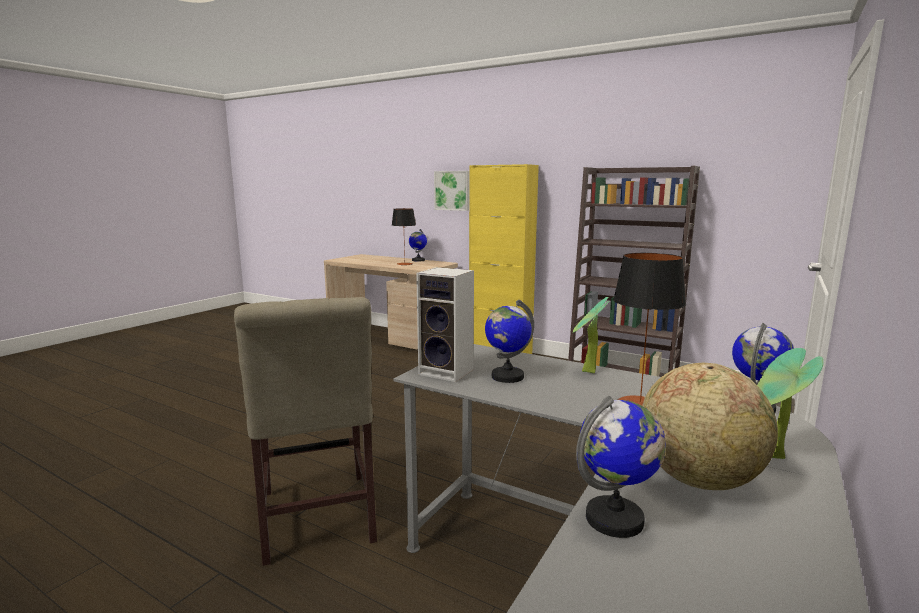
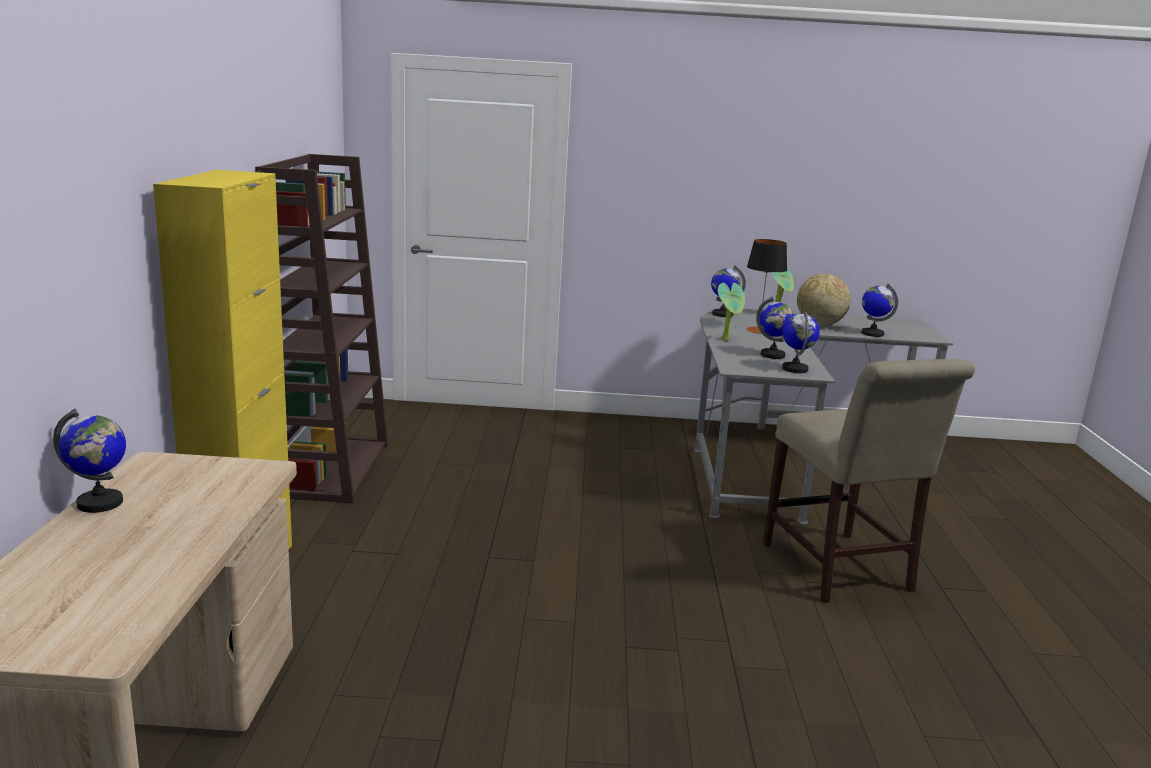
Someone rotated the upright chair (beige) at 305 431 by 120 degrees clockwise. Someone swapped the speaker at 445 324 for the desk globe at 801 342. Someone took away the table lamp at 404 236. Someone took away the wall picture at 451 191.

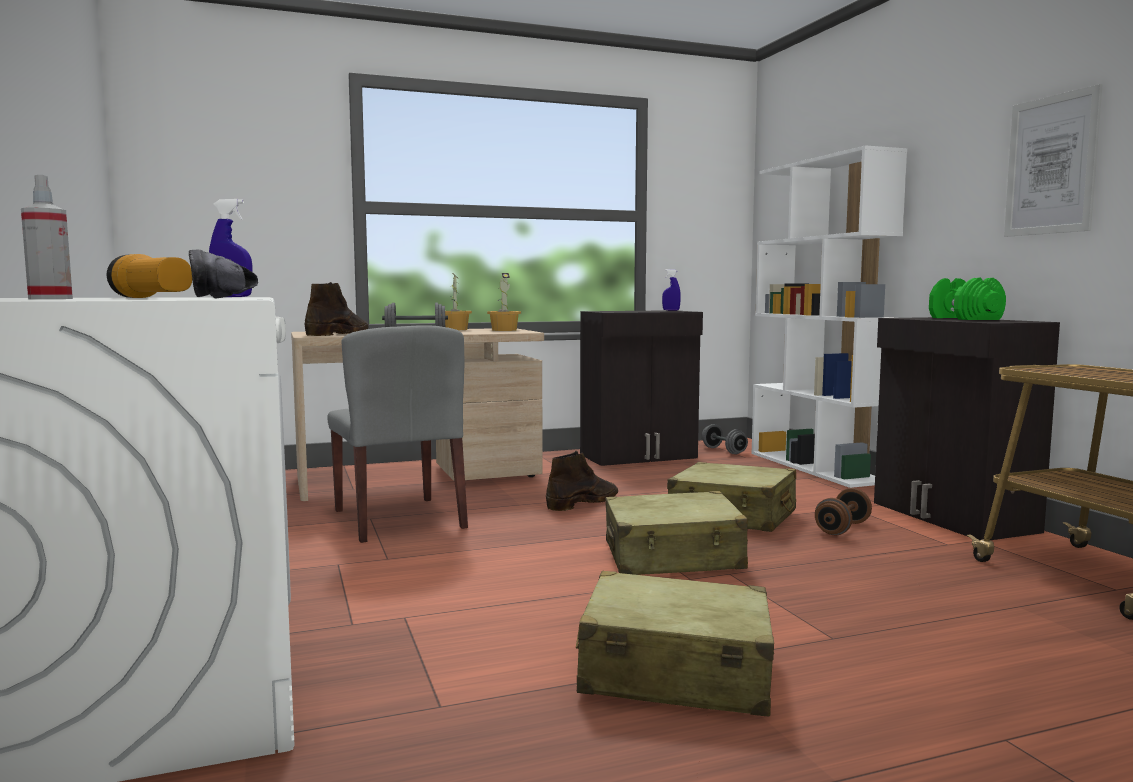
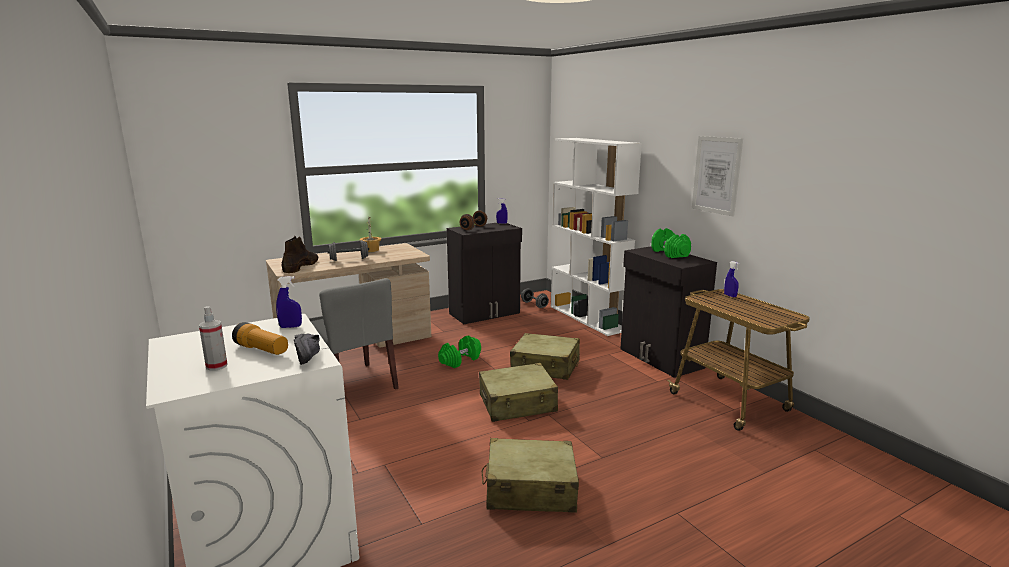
Someone swapped the high-top boot (brown-coloured) at 582 481 for the hand weight (greenish) at 459 351. Someone carried the hand weight (brown-coloured) from 843 512 to 473 221. Someone put down the hand sprayer (bluish) at 732 279. Someone took away the plant in a pot at 504 302.

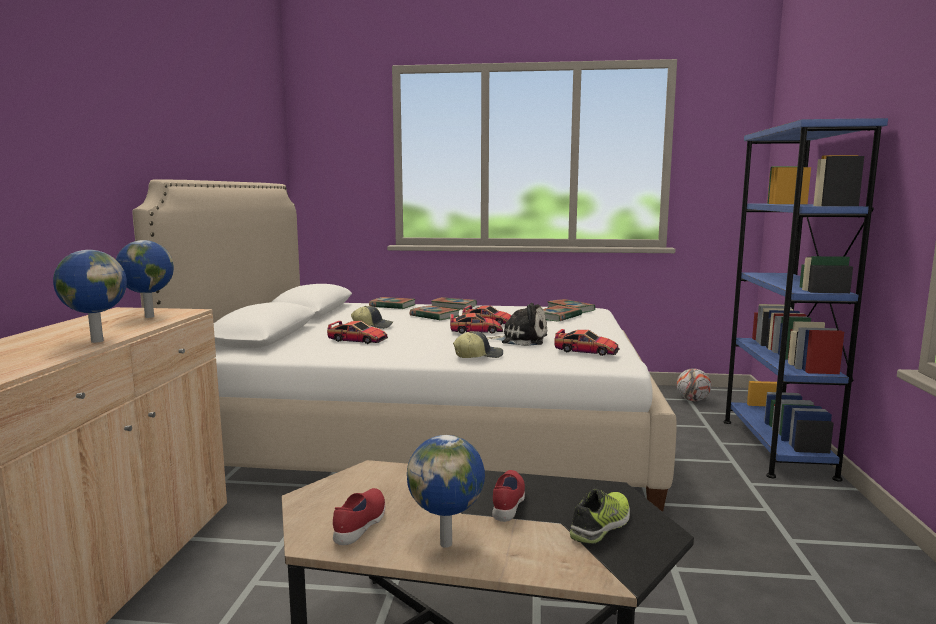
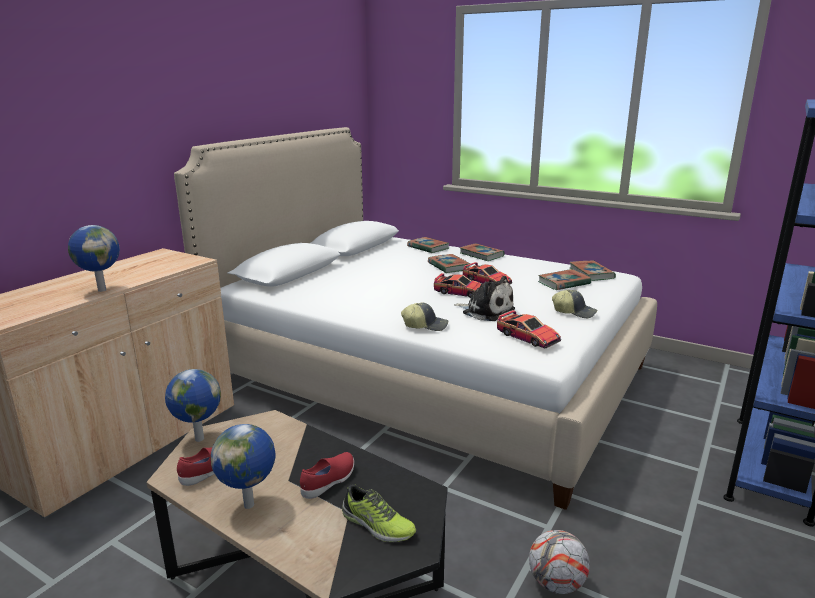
Someone carried the desk globe from 145 279 to 193 405. Someone rotated the item of footwear at 600 516 by 60 degrees clockwise. Someone carried the football ball from 694 385 to 559 562. Someone carried the cap from 372 317 to 575 304. Someone took away the model car at 357 332.

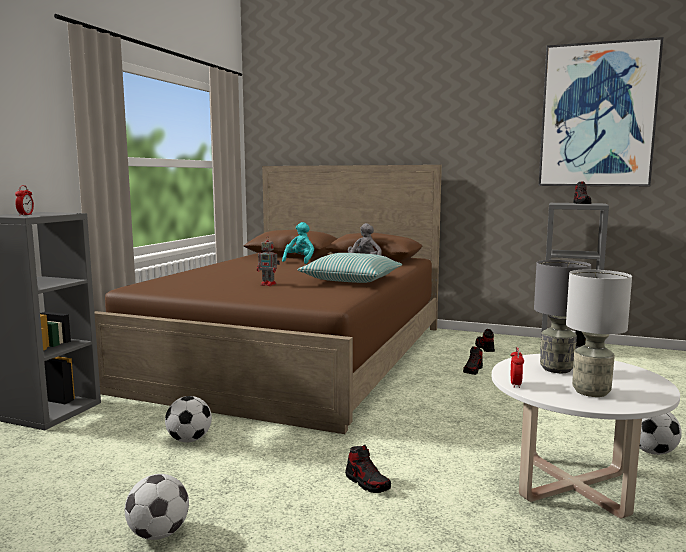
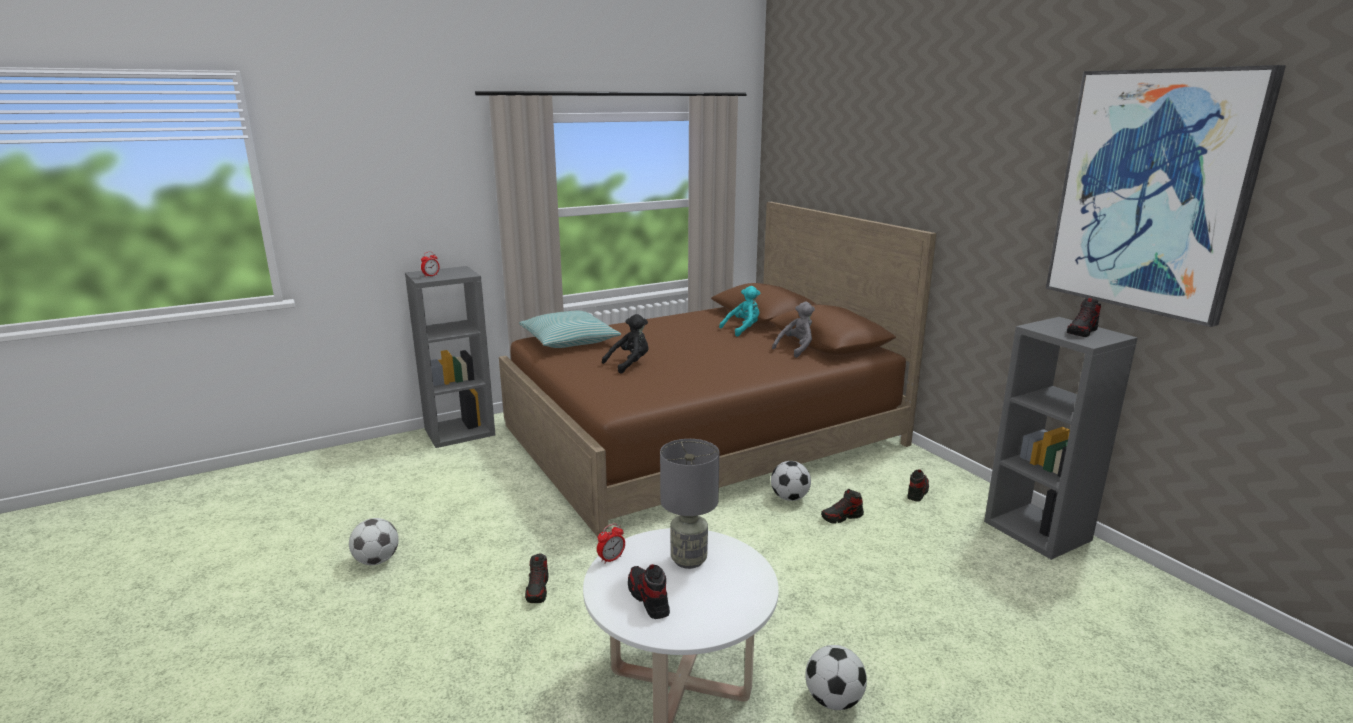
Someone carried the pillow from 349 268 to 570 329. Someone swapped the toy robot at 268 261 for the plush toy (black-coloured) at 625 344. Someone swapped the table lamp (greyish) at 599 333 for the item of footwear at 649 591. Someone carried the football ball from 188 419 to 791 481.

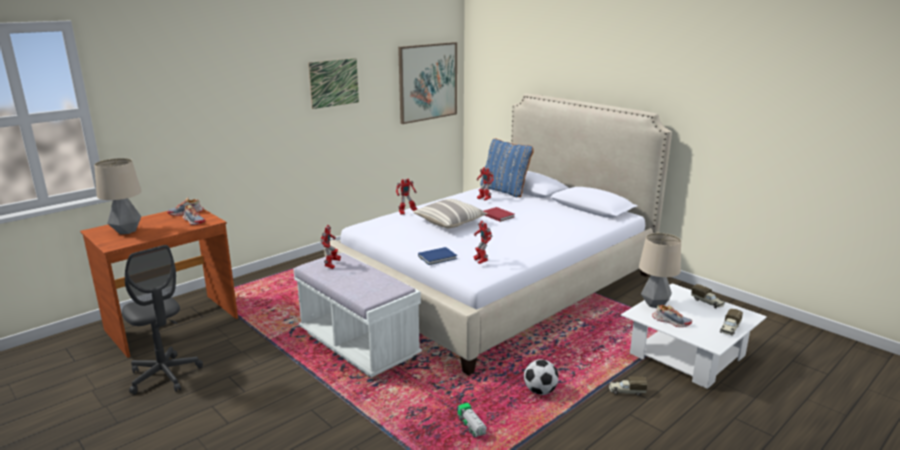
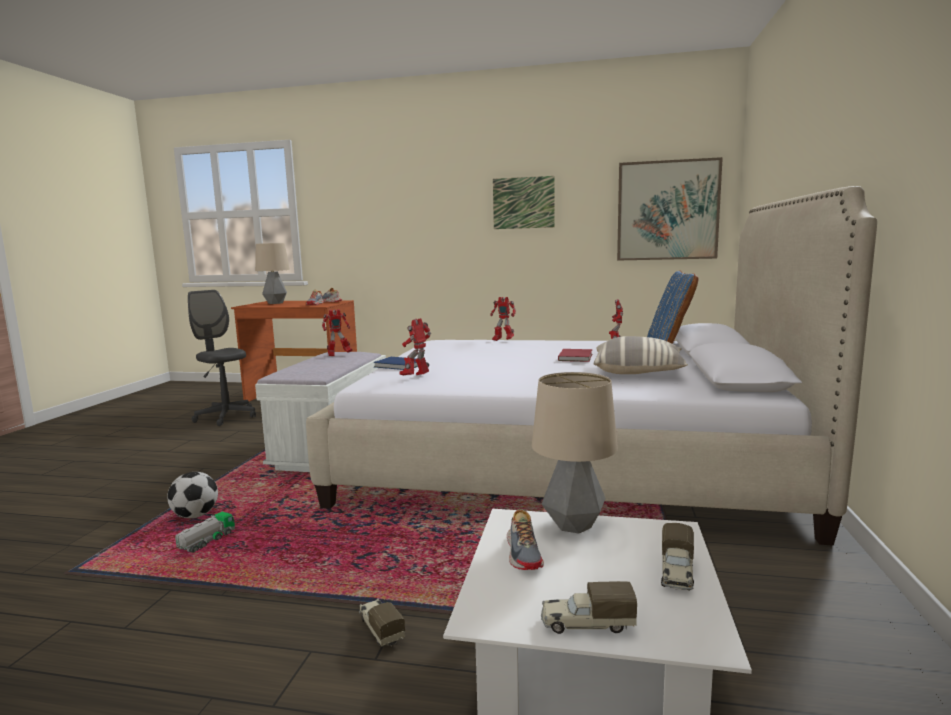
Someone carried the football ball from 541 377 to 192 495. Someone rotated the desk chair (greyish) at 162 320 by 120 degrees clockwise. Someone carried the pillow from 450 213 to 641 355.

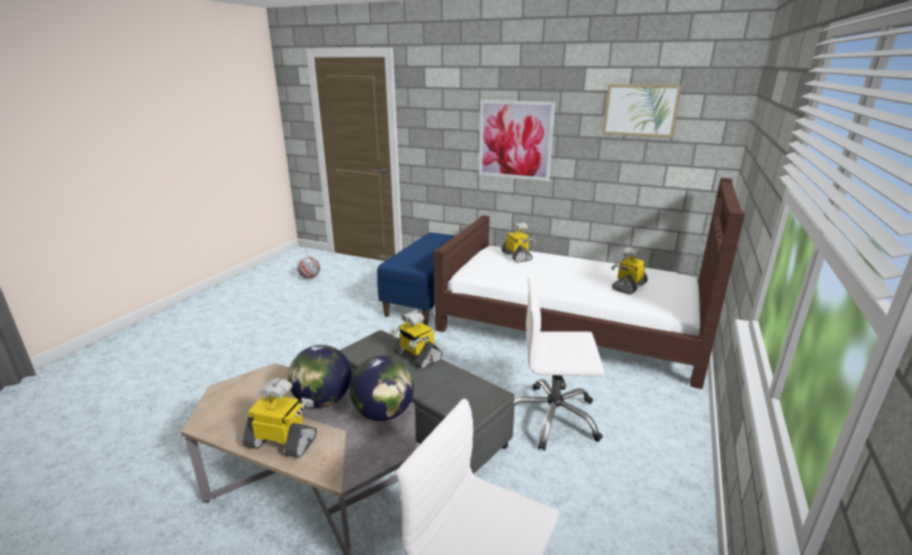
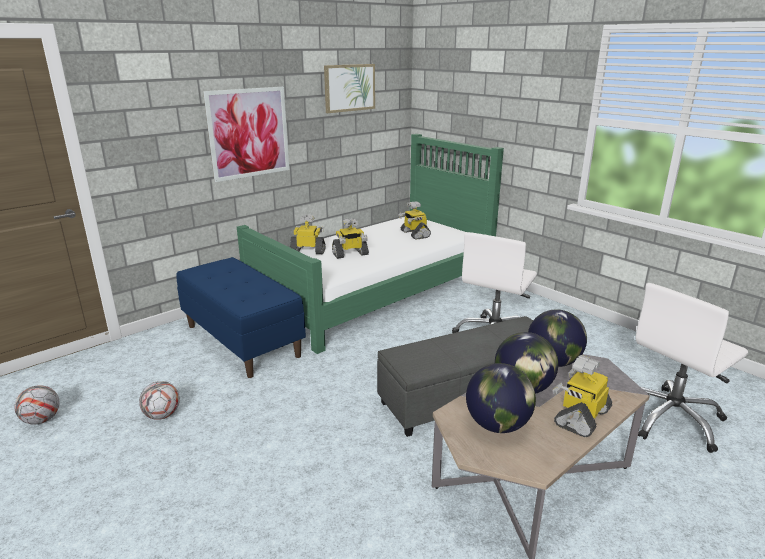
Someone put down the football ball at 159 400. Someone repainted the bed (brown-coloured) at 589 283, which became the bed (greenish) at 370 244. Someone carried the toy robot from 415 340 to 350 238. Someone put down the desk globe at 501 398.

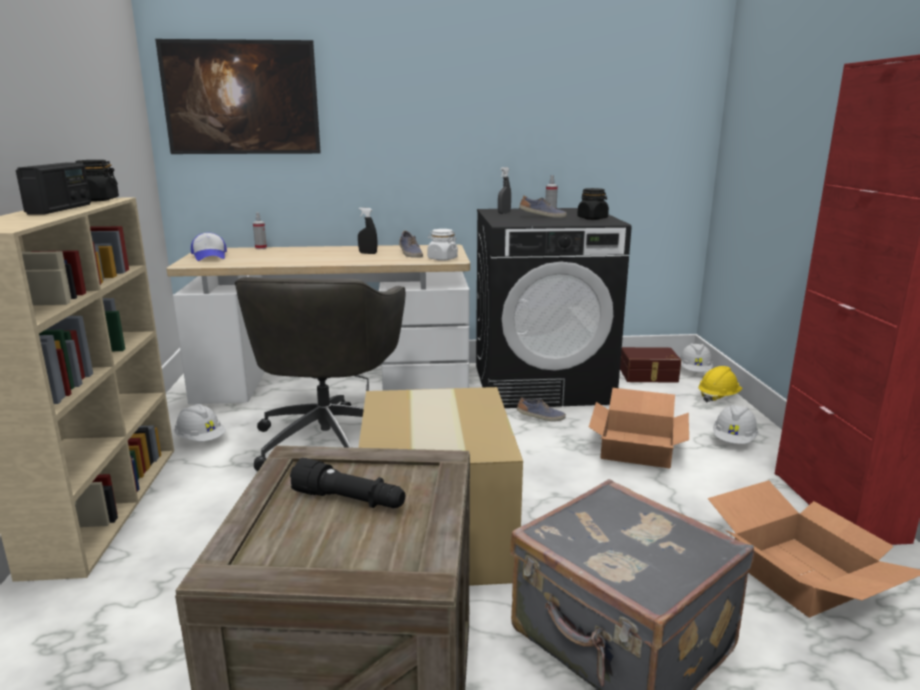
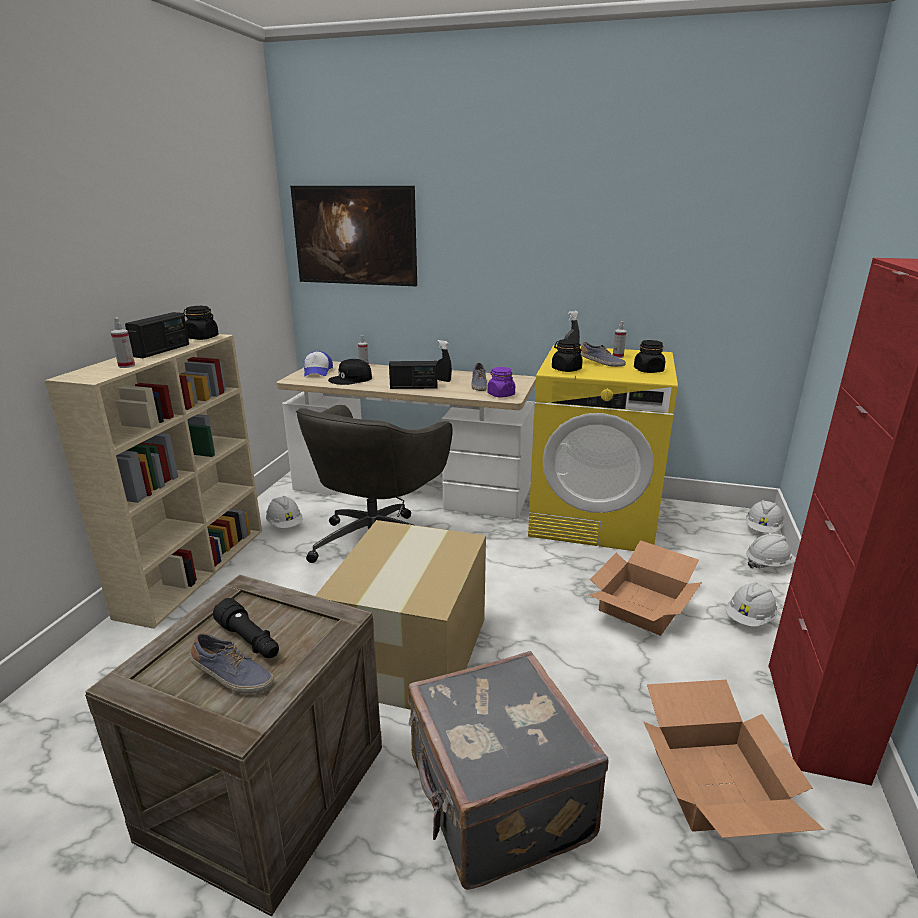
Someone put down the hand sprayer at 123 343. Someone carried the item of footwear from 541 409 to 232 663. Someone put down the cap (black-coloured) at 350 372. Someone put down the radio set at 413 375. Someone repainted the storage jar (white) at 442 245, which became the storage jar (purple-coloured) at 501 382. Someone repainted the laundry machine (black-coloured) at 554 308, which became the laundry machine (yellow) at 603 448. Someone put down the storage jar (black-coloured) at 567 355. Someone repainted the hard hat (yellow) at 720 384, which became the hard hat (white) at 771 551. Someone took away the storage box (brown-coloured) at 650 365.

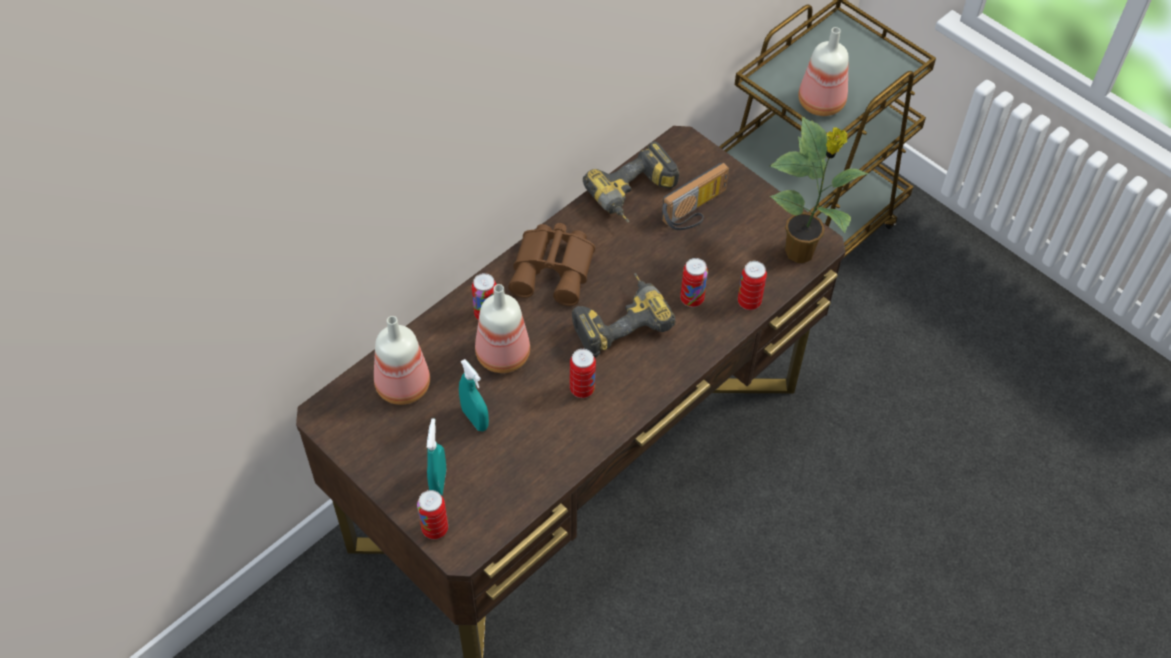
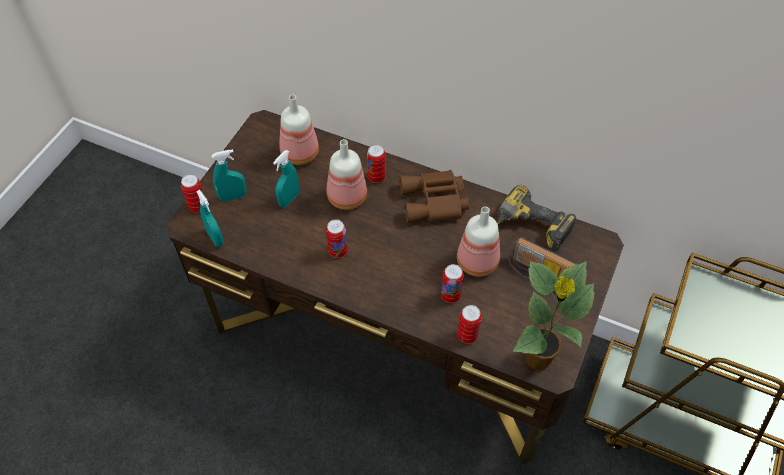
Someone put down the hand sprayer (turquoise) at 210 218. Someone carried the bottle from 823 71 to 478 242. Someone took away the electric drill at 624 315.

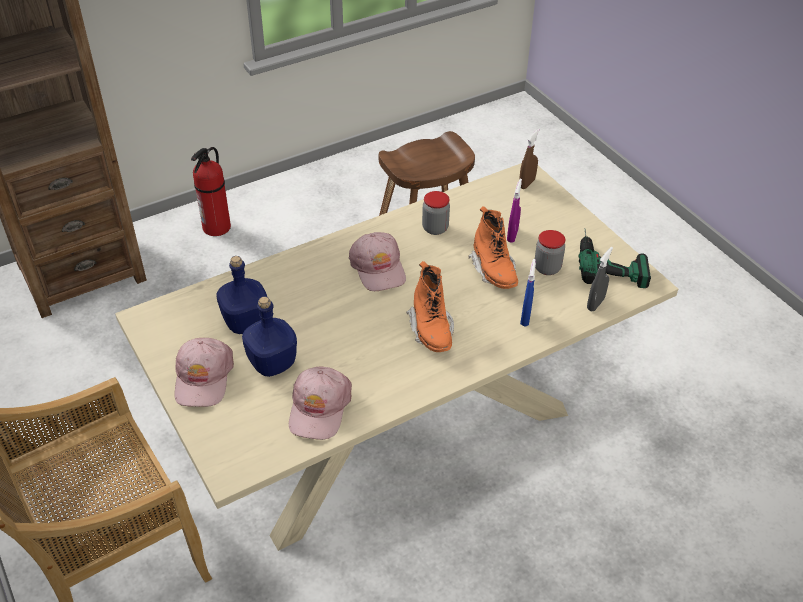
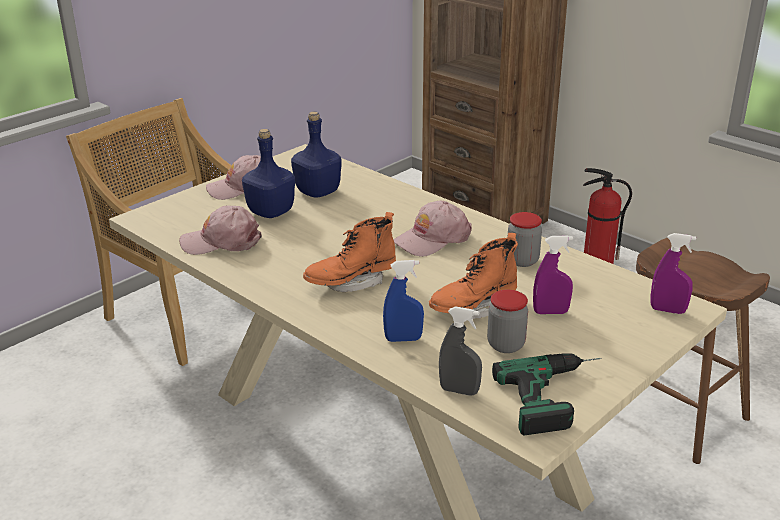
Someone repainted the hand sprayer (brown-coloured) at 529 159, which became the hand sprayer (purple-coloured) at 673 273.

